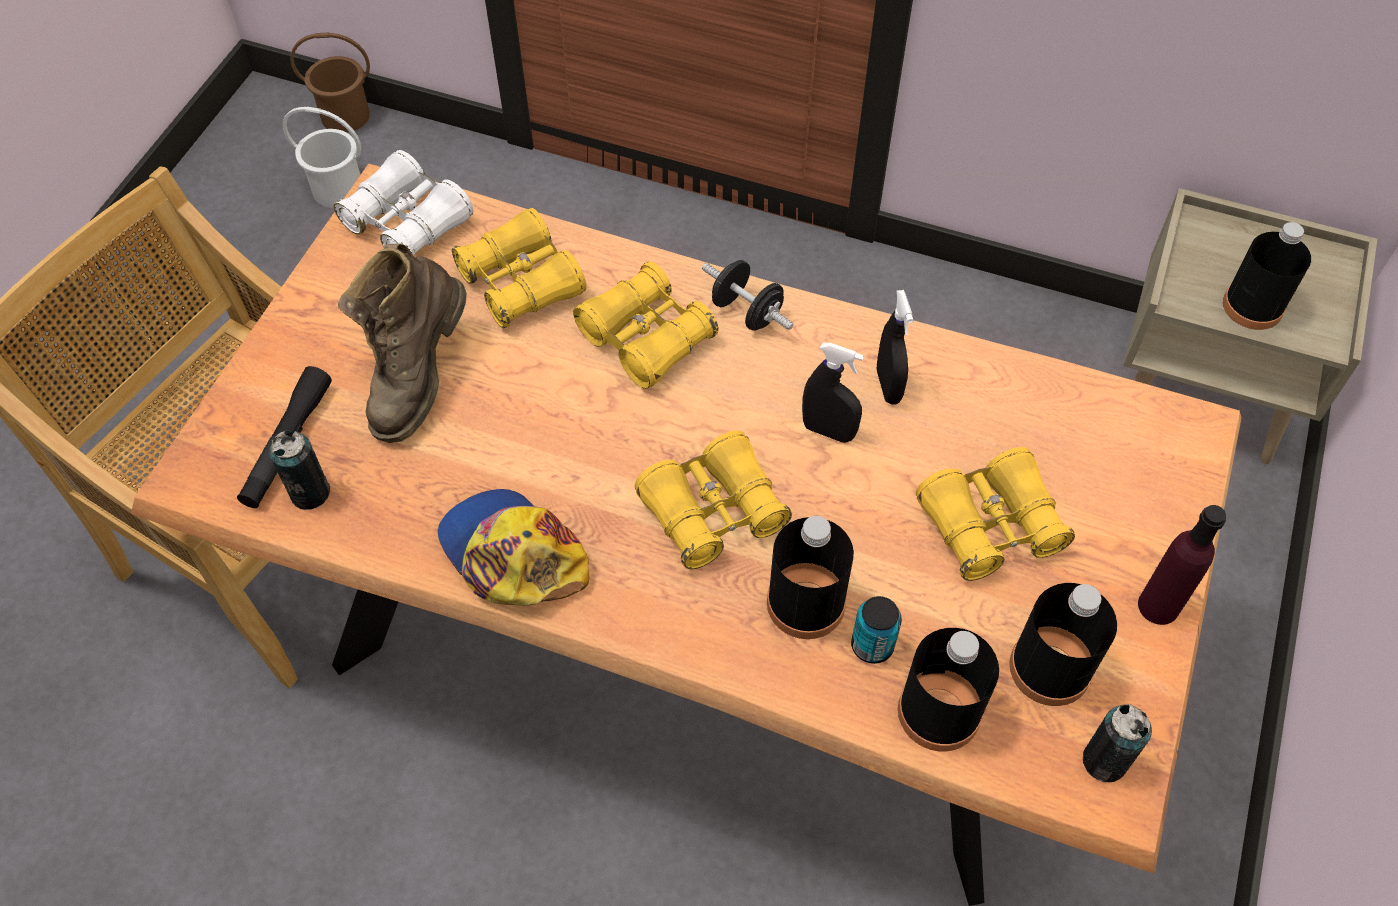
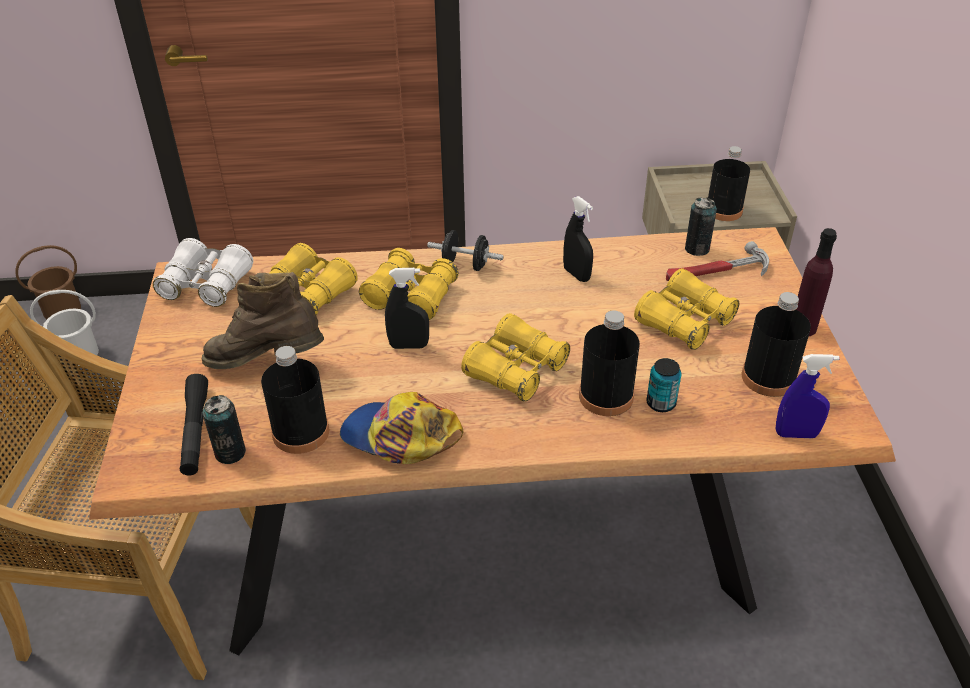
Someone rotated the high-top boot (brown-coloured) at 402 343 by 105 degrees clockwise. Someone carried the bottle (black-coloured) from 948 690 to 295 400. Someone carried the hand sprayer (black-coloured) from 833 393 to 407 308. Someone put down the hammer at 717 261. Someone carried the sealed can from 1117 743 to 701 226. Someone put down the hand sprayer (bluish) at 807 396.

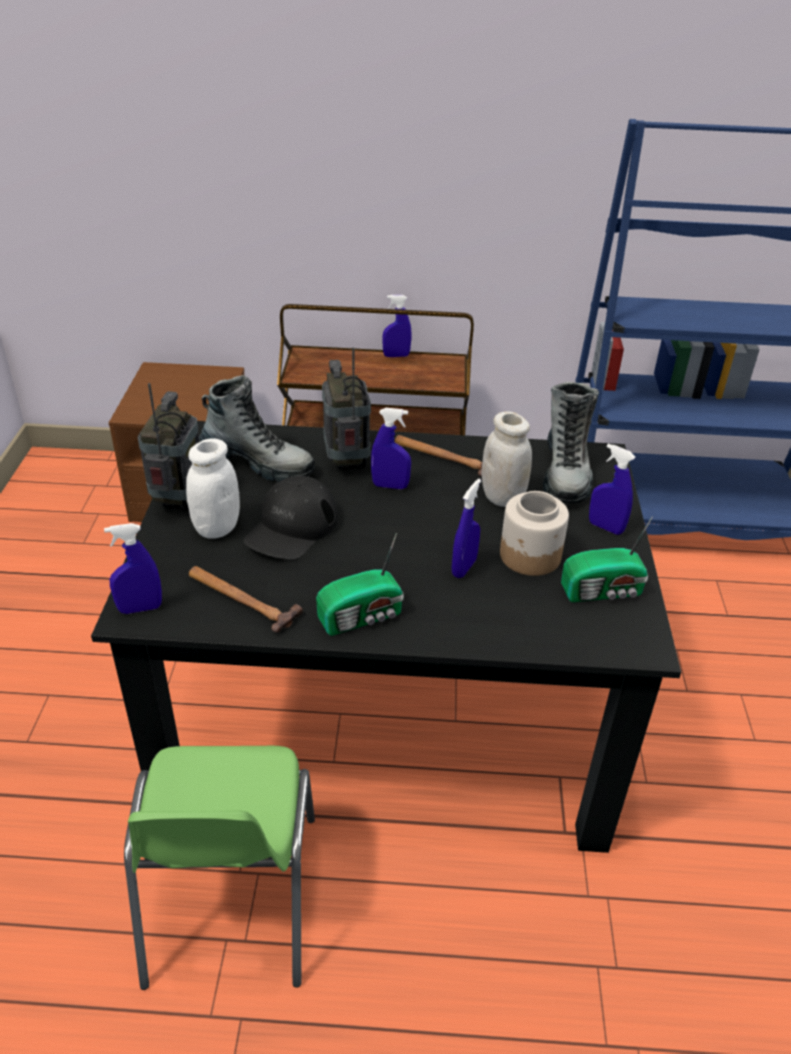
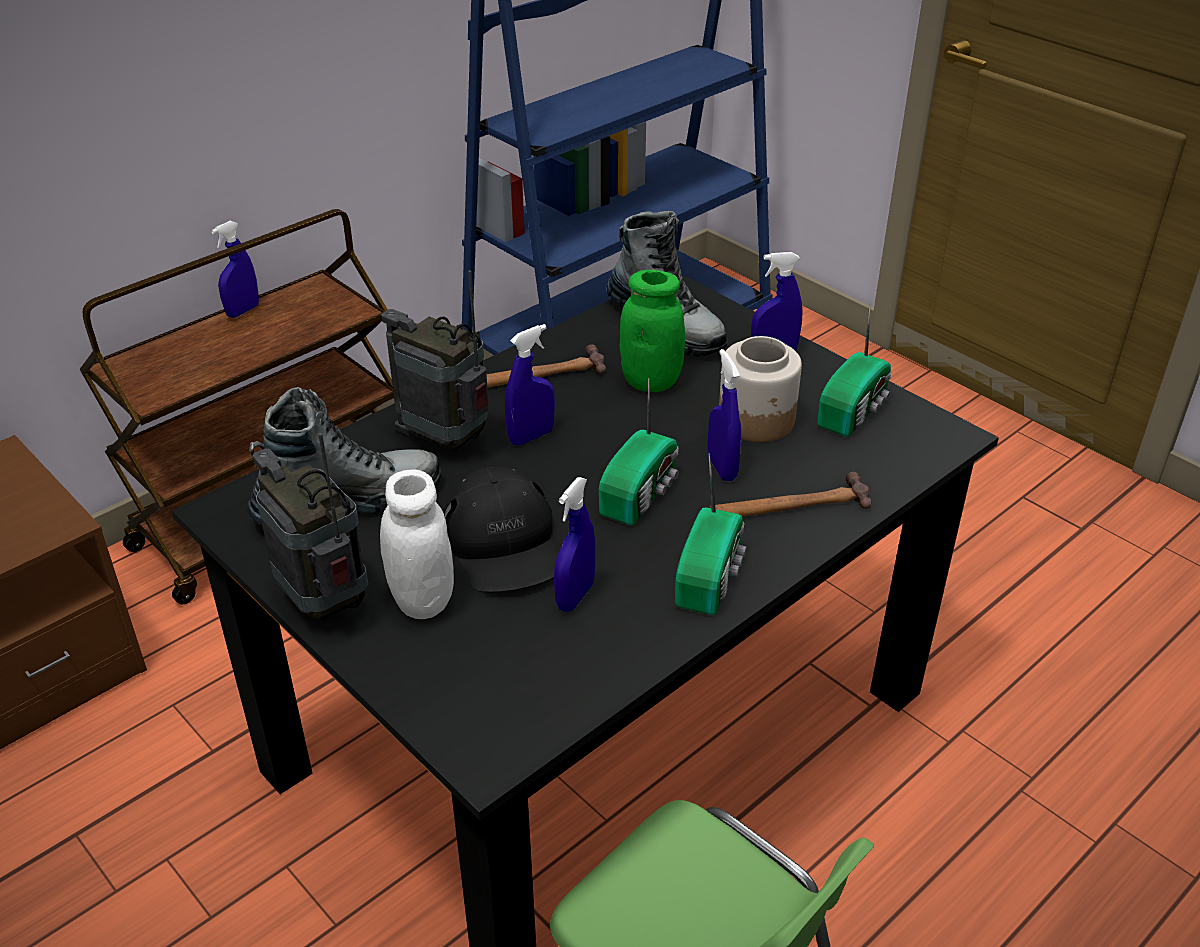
Someone carried the hand sprayer (bluish) from 133 568 to 574 544. Someone put down the radio set at 639 451. Someone repainted the storage jar (white) at 507 459, which became the storage jar (greenish) at 652 331. Someone carried the hammer from 246 599 to 790 494.

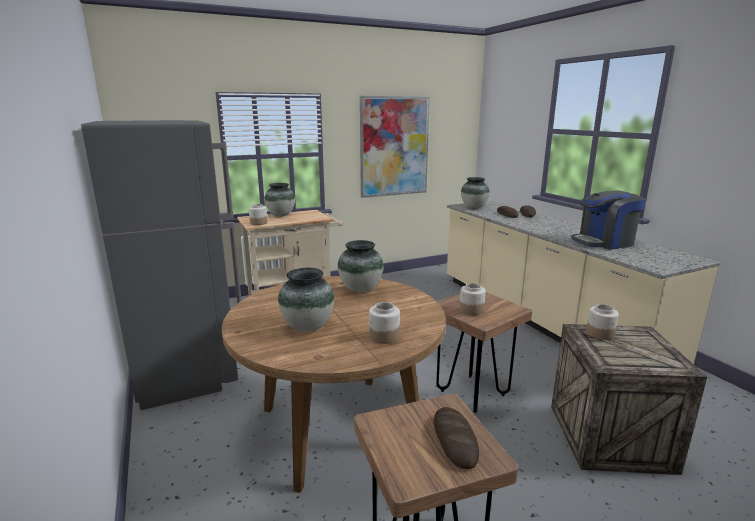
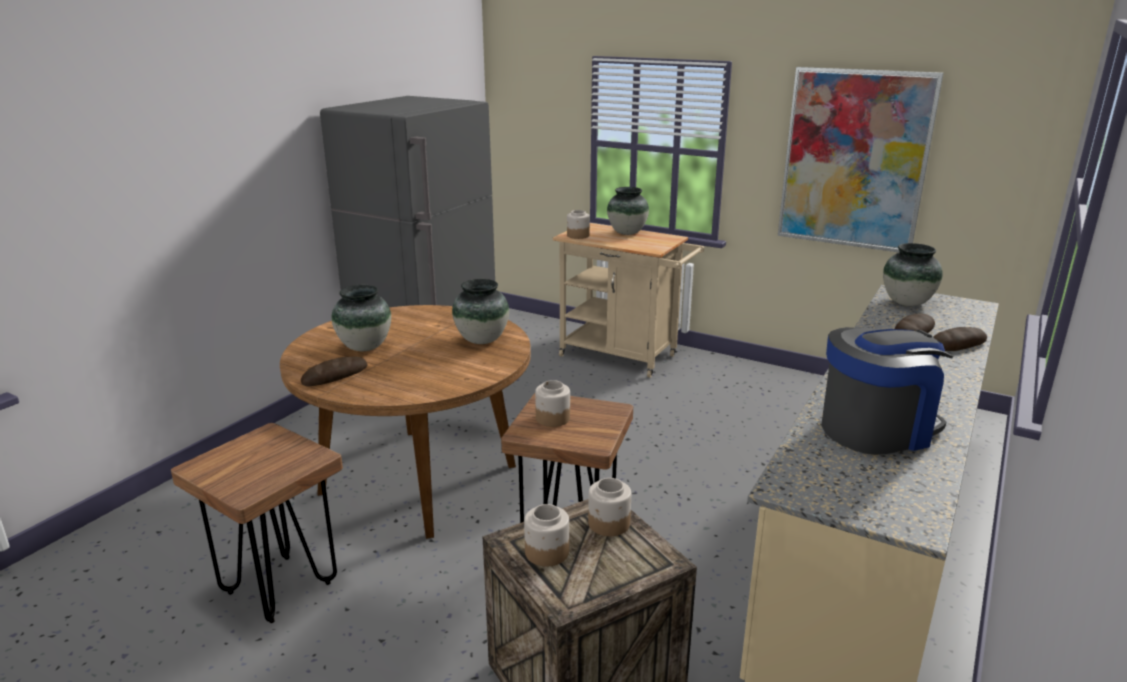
Someone carried the bread from 456 438 to 334 371. Someone carried the storage jar from 384 323 to 546 535. Someone rotated the coffee machine at 608 220 by 120 degrees clockwise.

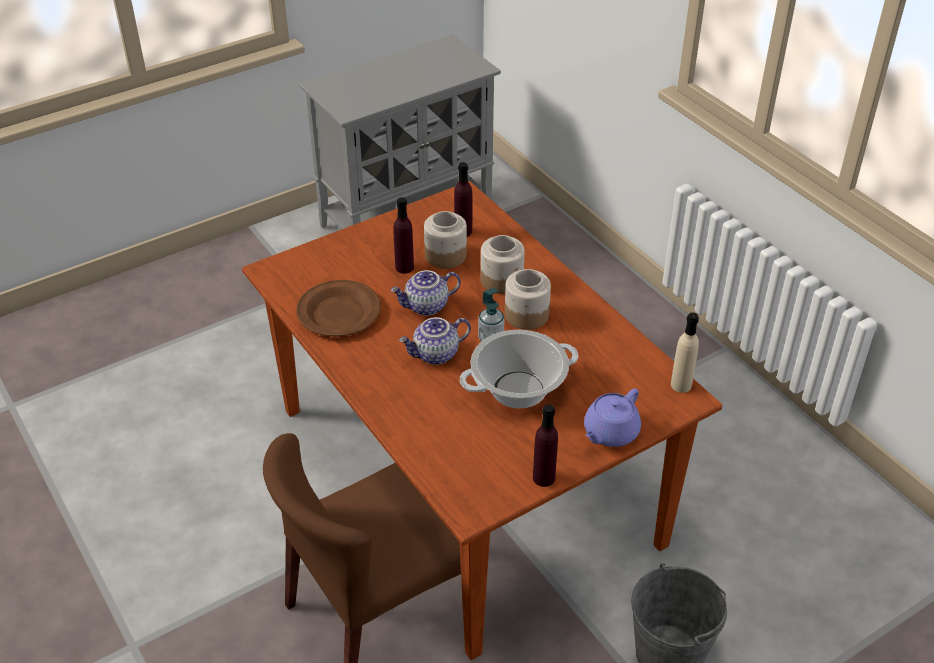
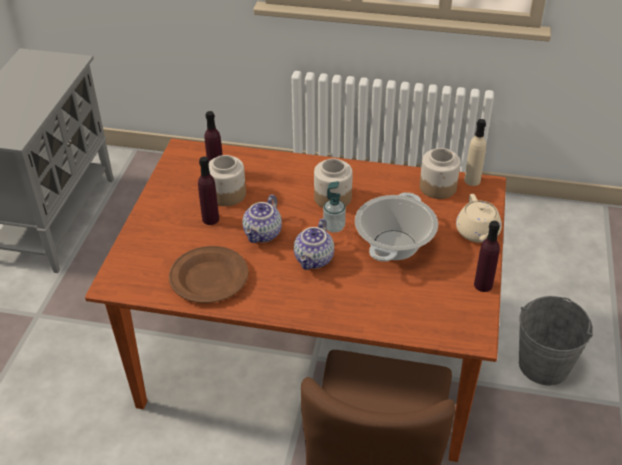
Someone carried the storage jar from 502 264 to 440 173. Someone repainted the tea pot (purple-coloured) at 612 417, which became the tea pot (beige) at 479 218.

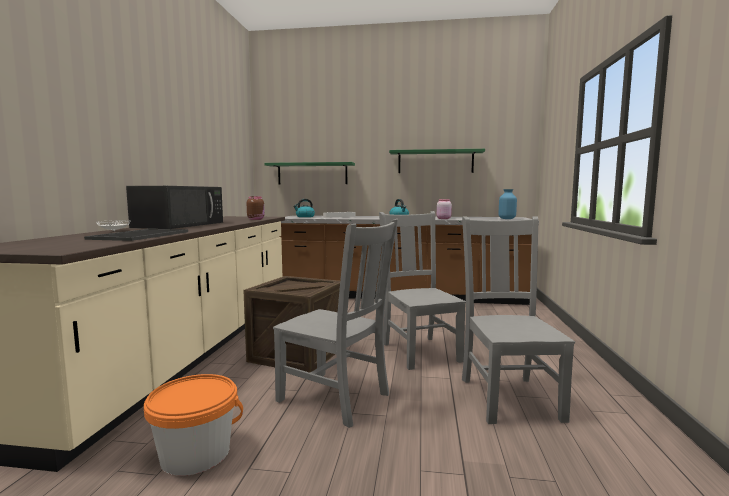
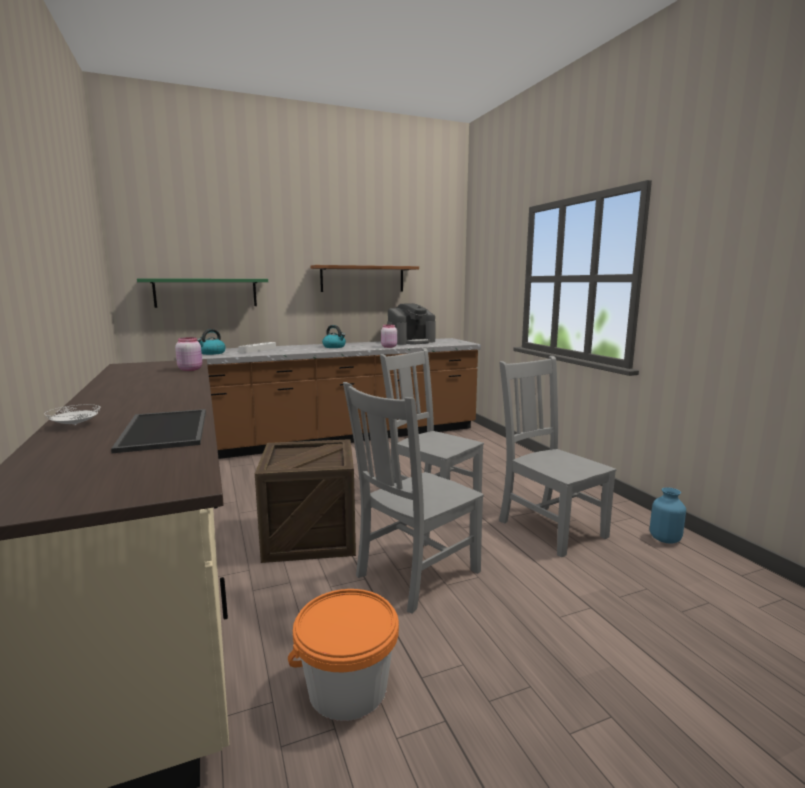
Someone repainted the storage jar (brown-coloured) at 256 208, which became the storage jar (pinkish) at 188 354. Someone repainted the shelf (greenish) at 437 161, which became the shelf (brown-coloured) at 364 278. Someone rotated the upright chair (greyish) at 335 323 by 135 degrees clockwise. Someone put down the coffee machine at 411 324. Someone carried the flower vase (bluish) from 508 204 to 668 515. Someone took away the microwave (black-coloured) at 174 207.

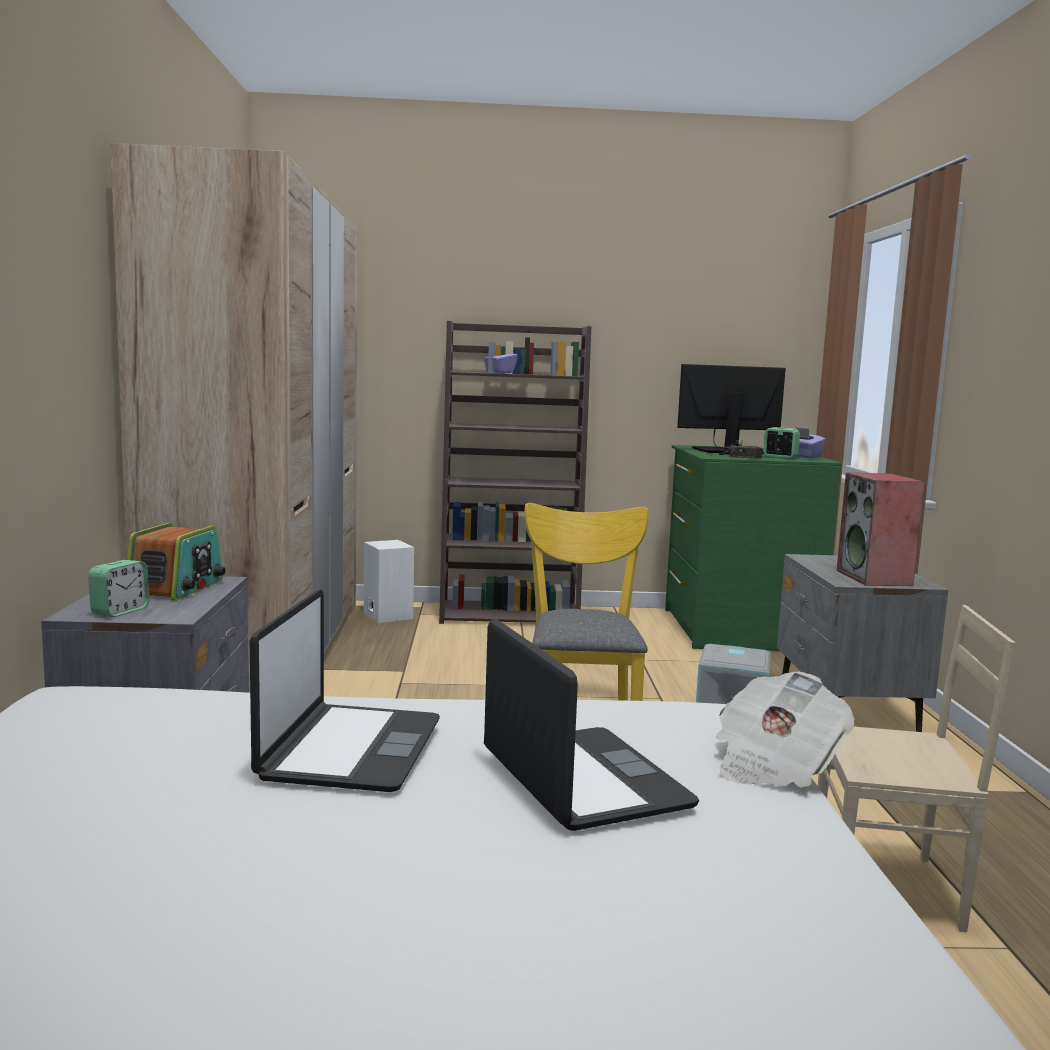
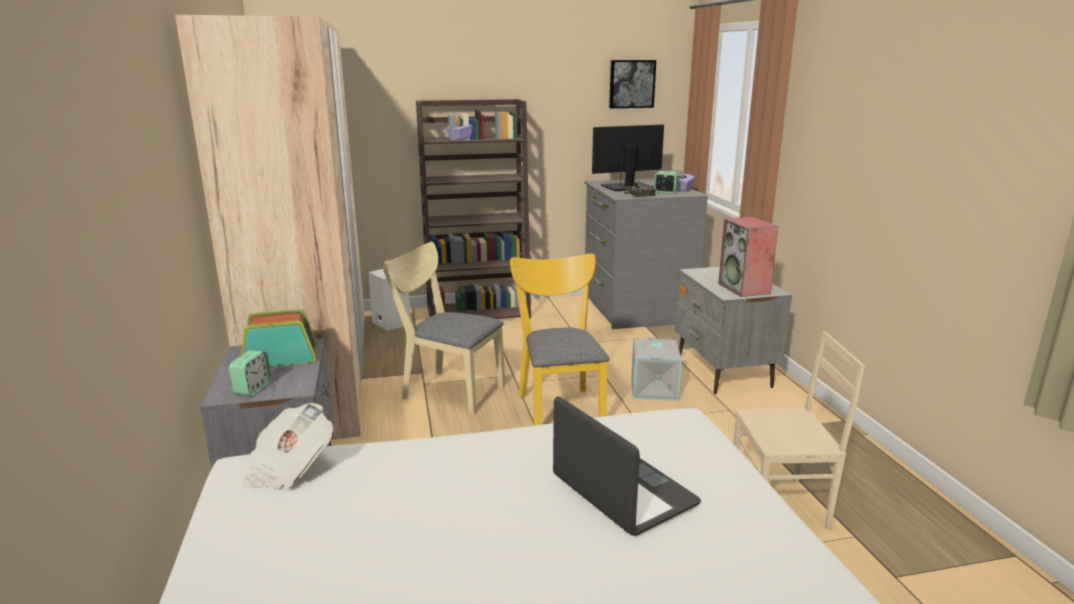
Someone rotated the radio set at 176 562 by 105 degrees counterclockwise. Someone carried the daily paper from 785 729 to 287 446. Someone put down the upright chair (beige) at 444 328. Someone repainted the drawer chest (greenish) at 753 548, which became the drawer chest (greyish) at 646 253. Someone put up the wall picture at 632 84. Someone took away the portable computer at 345 690.

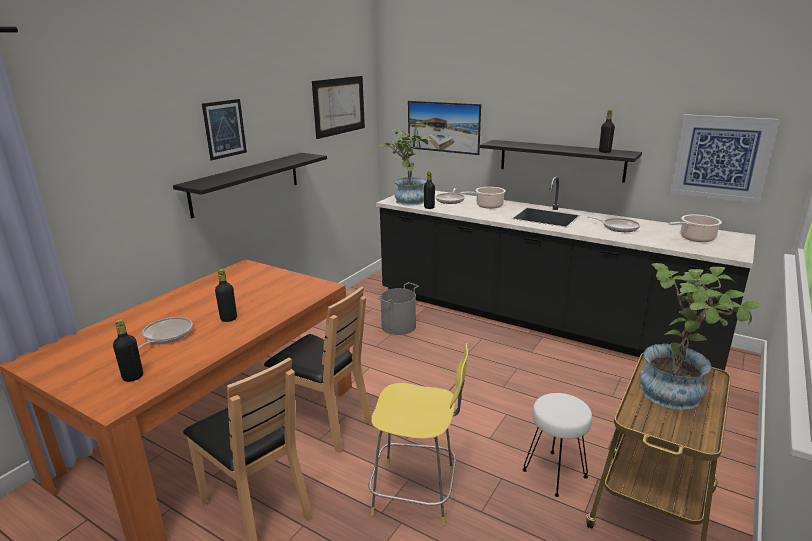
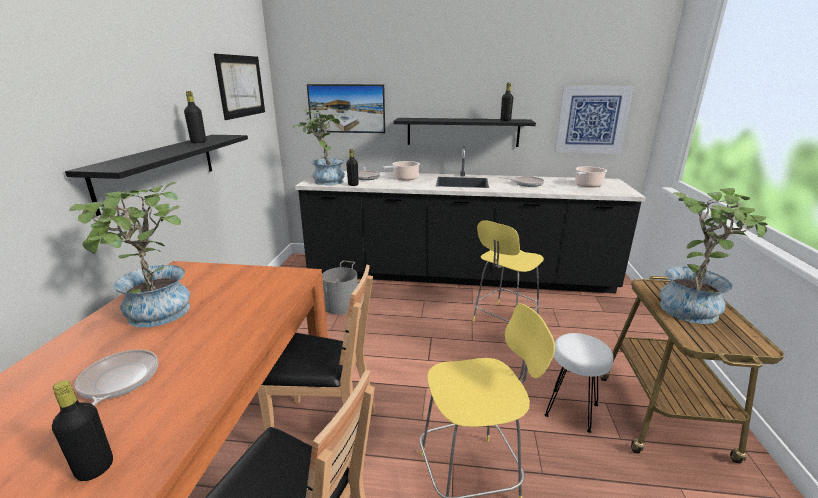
Someone put down the plant in a pot at 129 255. Someone carried the bottle (black-coloured) from 226 295 to 195 117. Someone put down the sitting stool (yellow) at 508 271. Someone took away the wall picture at 224 129.

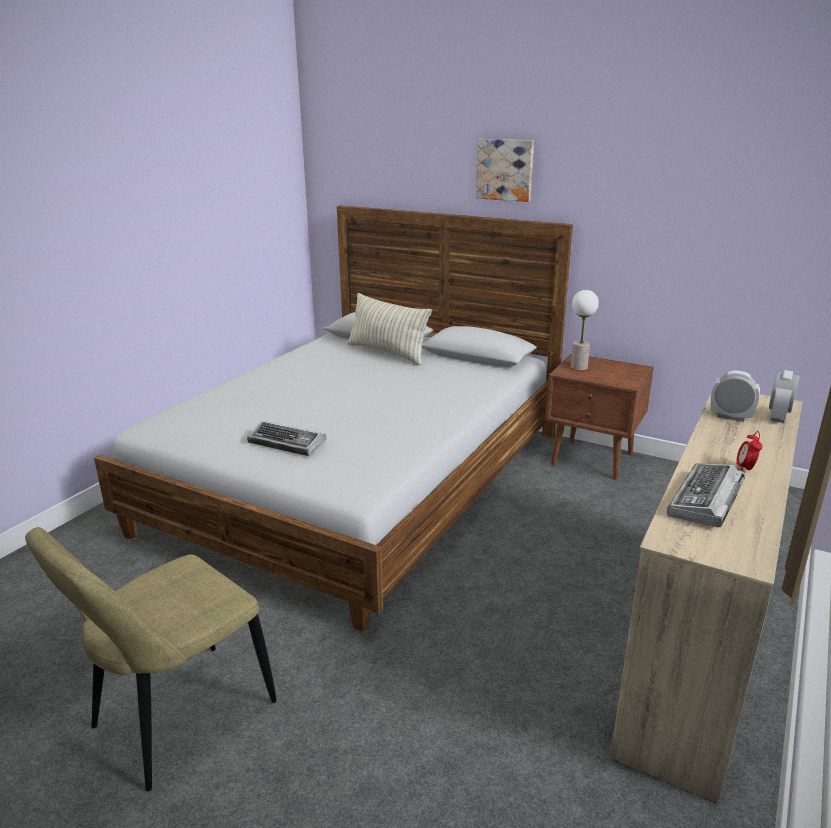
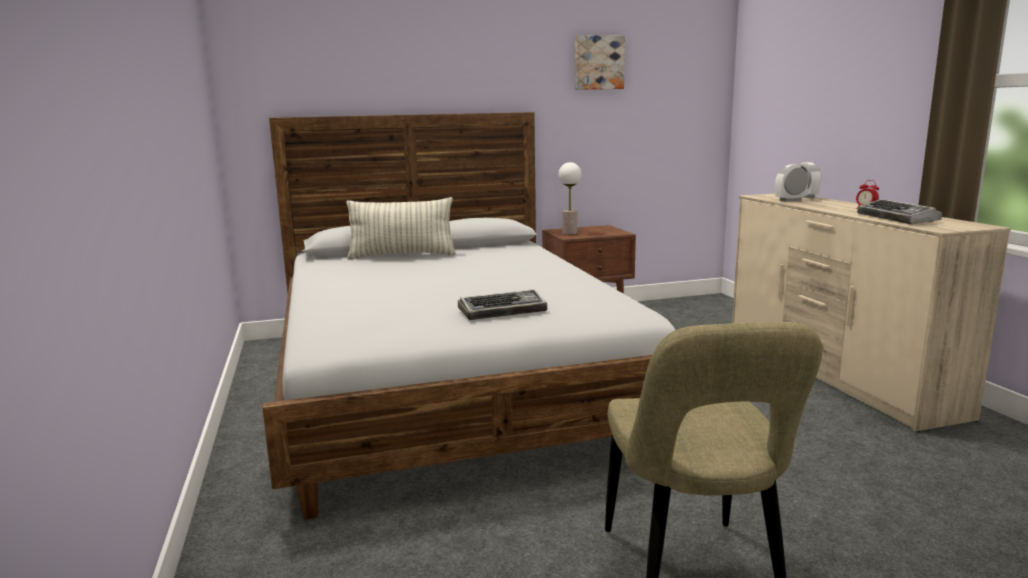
Someone carried the wall picture from 505 170 to 600 62.

